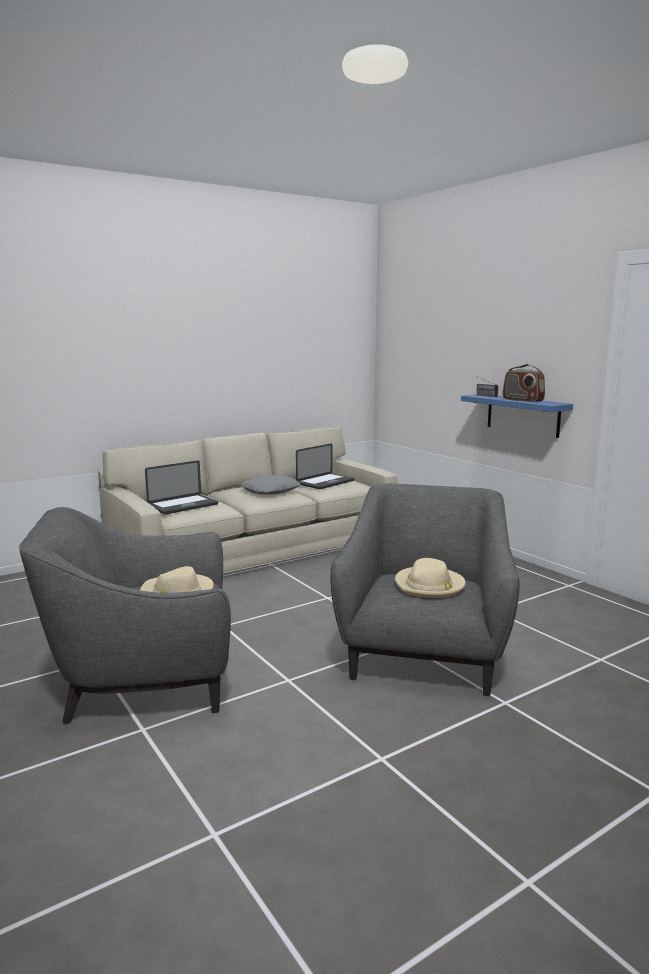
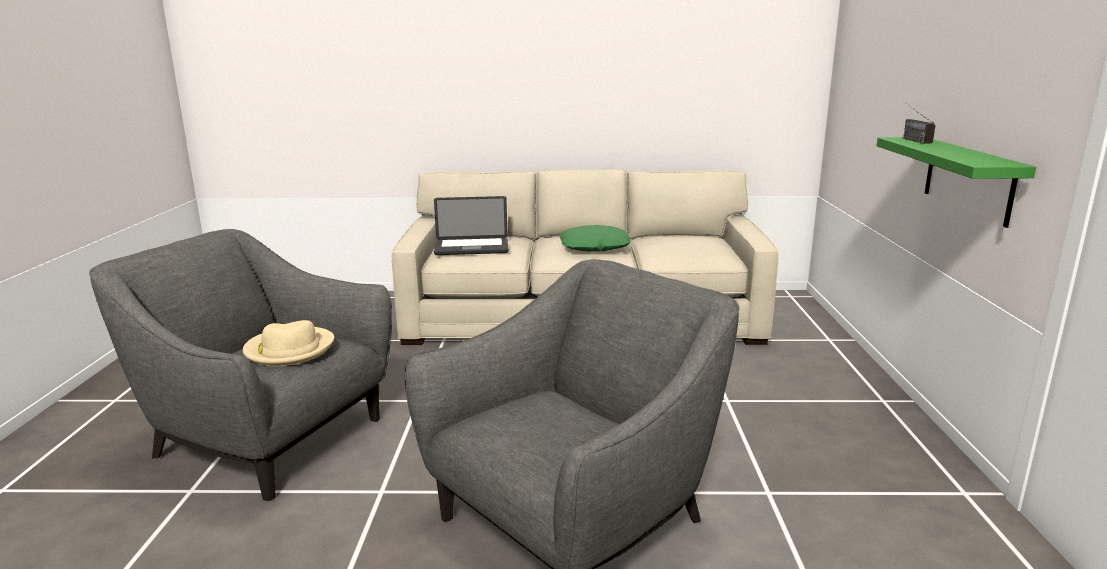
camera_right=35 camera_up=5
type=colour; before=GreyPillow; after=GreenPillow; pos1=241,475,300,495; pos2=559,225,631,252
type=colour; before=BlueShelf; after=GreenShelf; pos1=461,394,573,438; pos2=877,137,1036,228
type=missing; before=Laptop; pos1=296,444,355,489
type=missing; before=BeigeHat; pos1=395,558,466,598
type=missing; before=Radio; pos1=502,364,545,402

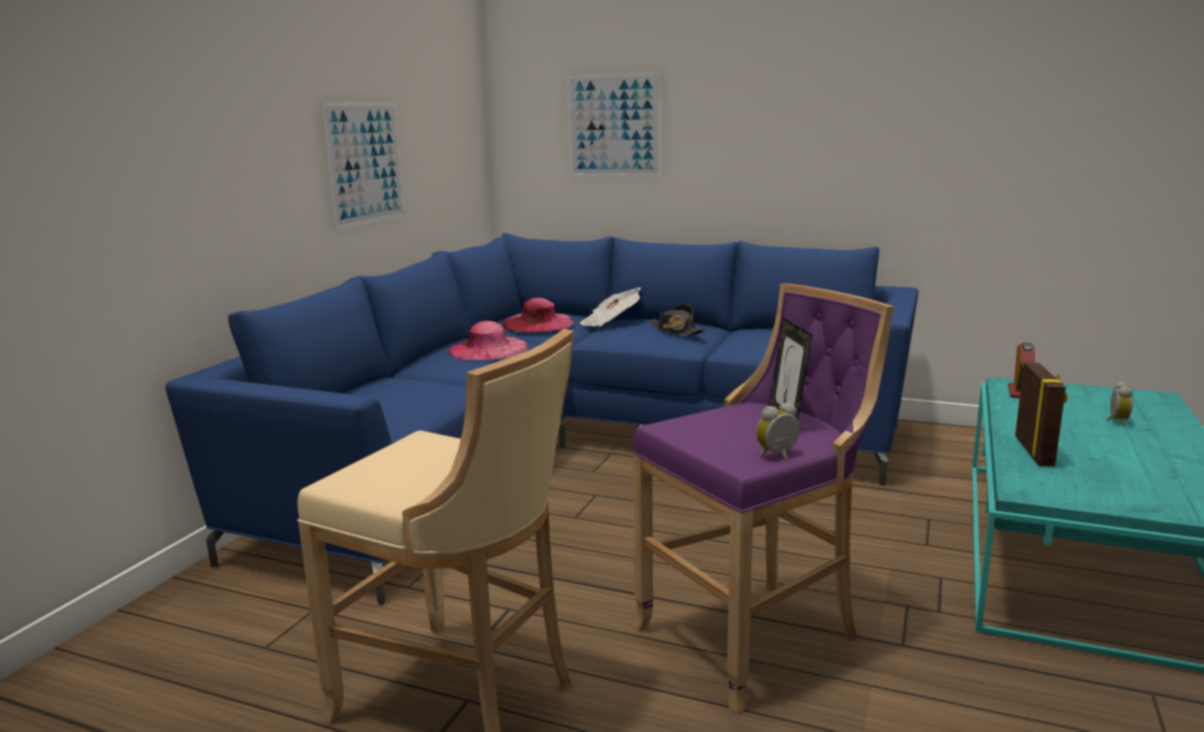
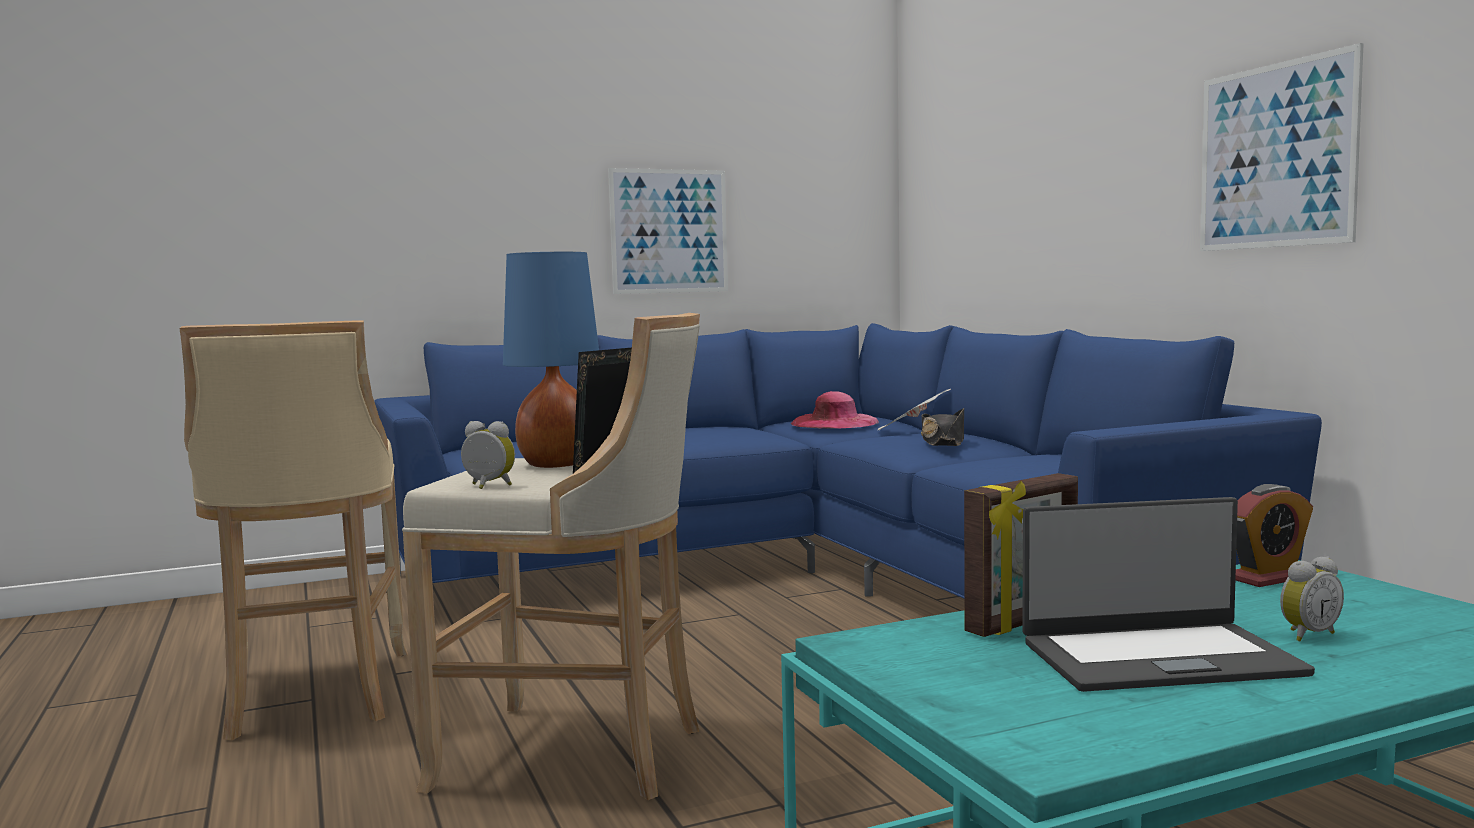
camera_right=45 camera_up=-10
type=colour; before=PurpleStool; after=BeigeStool; pos1=633,283,894,714; pos2=402,313,700,800
type=appeared; after=BlueTableLamp; pos2=503,252,599,468
type=appeared; after=Laptop; pos2=1022,497,1315,692
type=relocated; before=Picture; pos1=567,72,662,177; pos2=1200,43,1364,251
type=missing; before=PinkHat; pos1=449,321,529,361

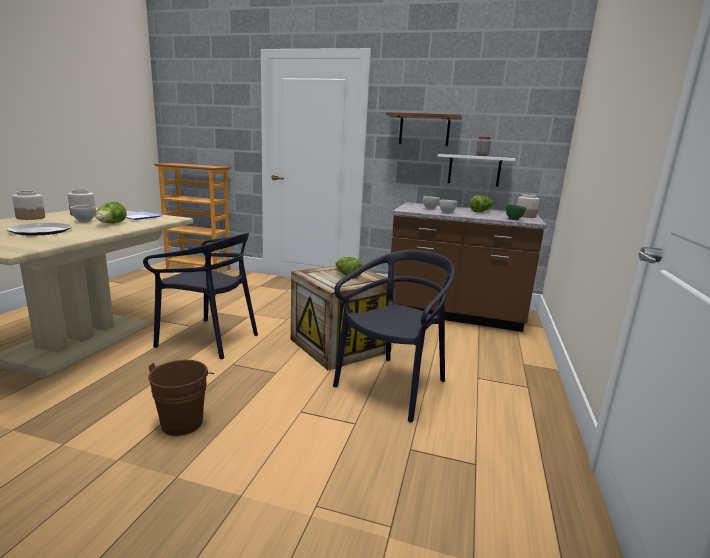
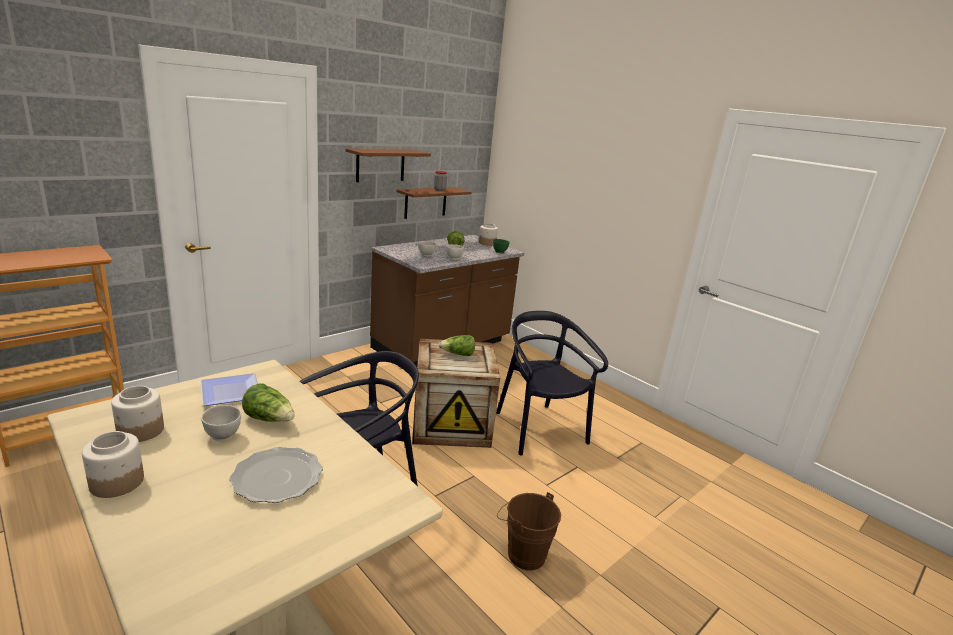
camera_right=-60 camera_up=5
type=colour; before=WhiteShelf; after=BrownShelf; pos1=438,154,516,187; pos2=397,187,471,219

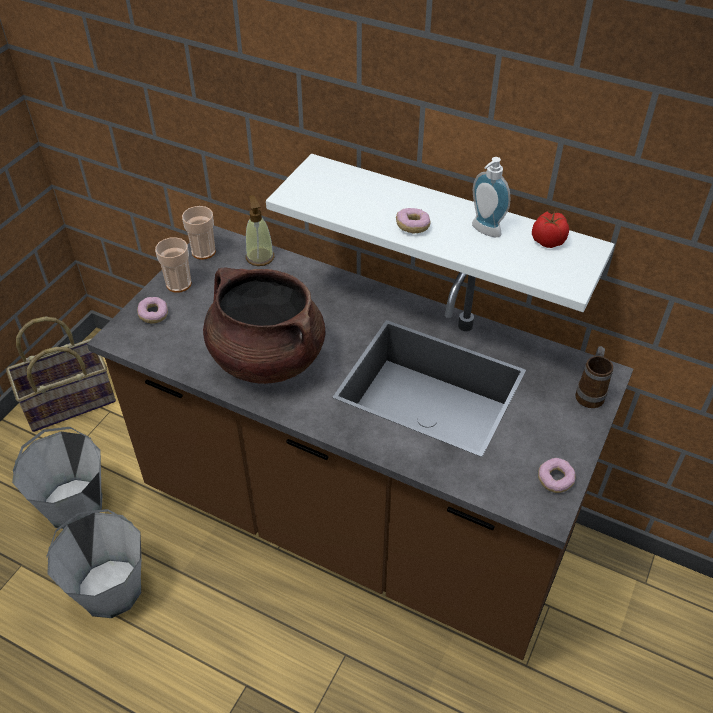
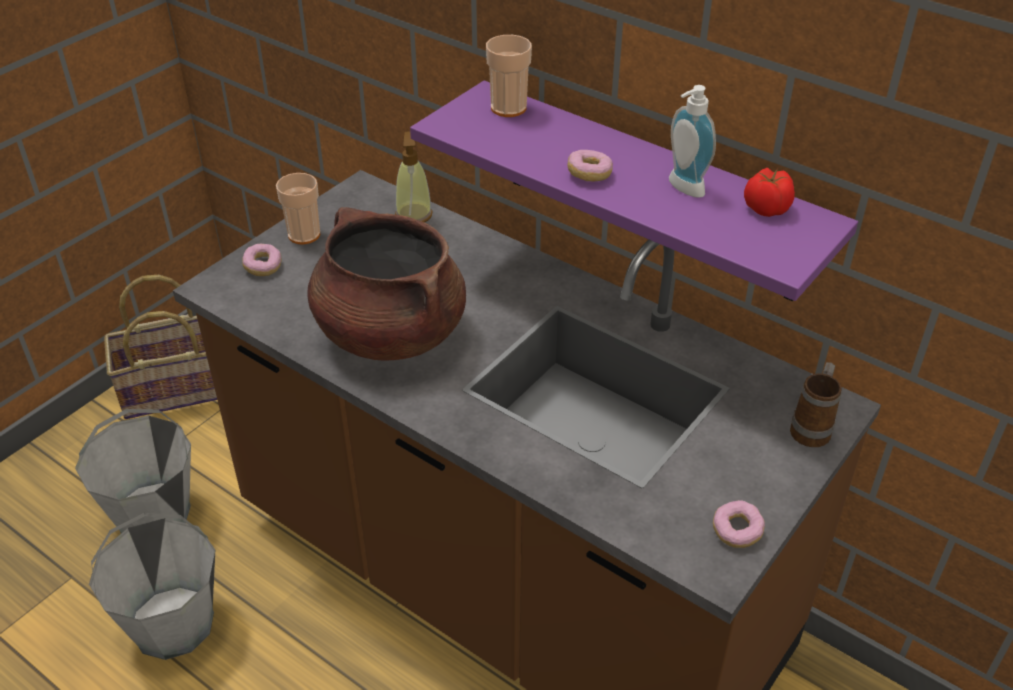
camera_right=10 camera_up=-5
type=colour; before=WhiteShelf; after=PurpleShelf; pos1=266,154,614,312; pos2=410,80,858,301
type=relocated; before=Cup; pos1=182,206,216,260; pos2=486,35,532,117

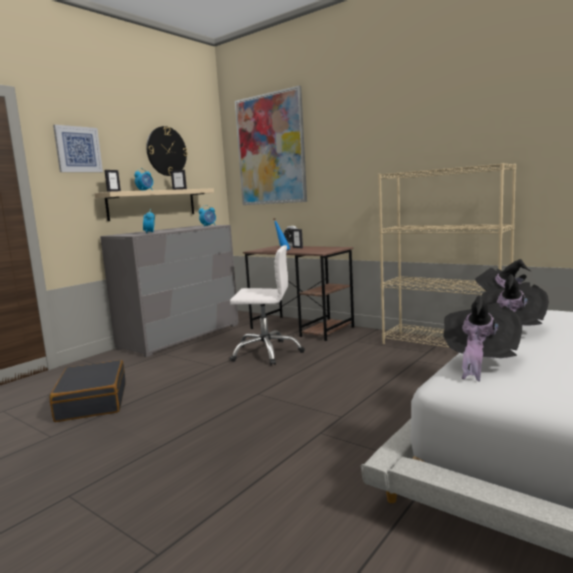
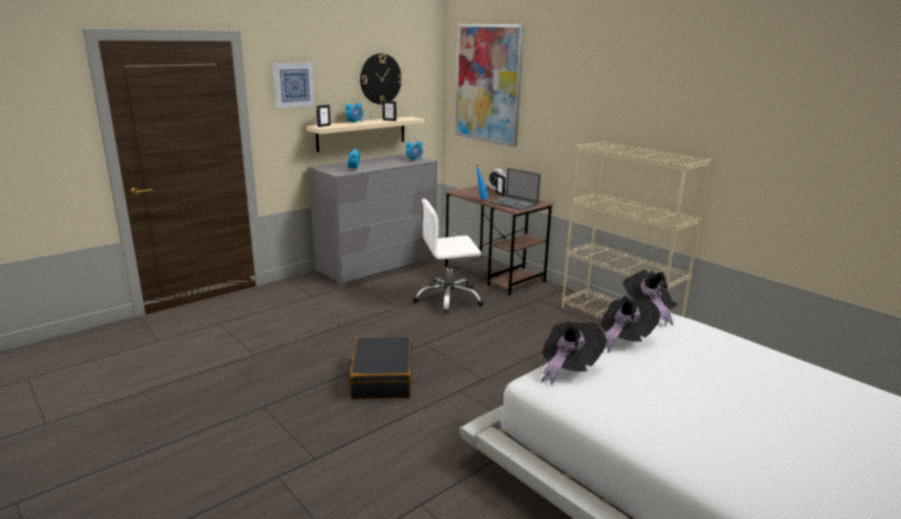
camera_right=10 camera_up=10
type=relocated; before=BlackSuitcase; pos1=50,360,126,422; pos2=349,337,412,399
type=spun; before=WhiteOfficeChair; pos1=230,245,305,365; pos2=413,199,484,315; turn=150
type=appeared; after=Laptop; pos2=489,168,541,210

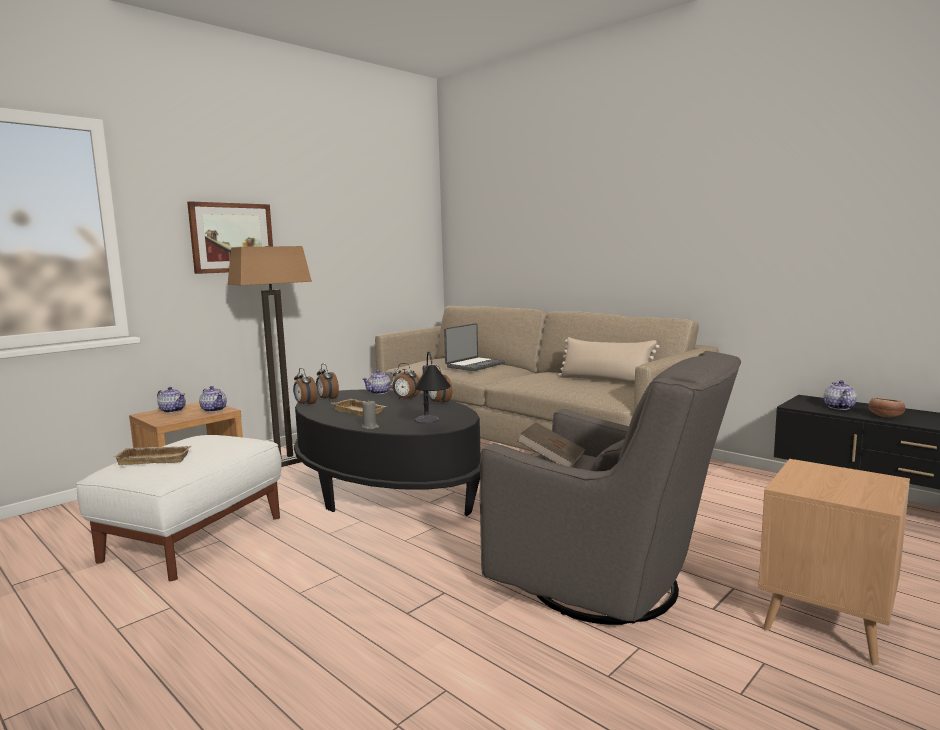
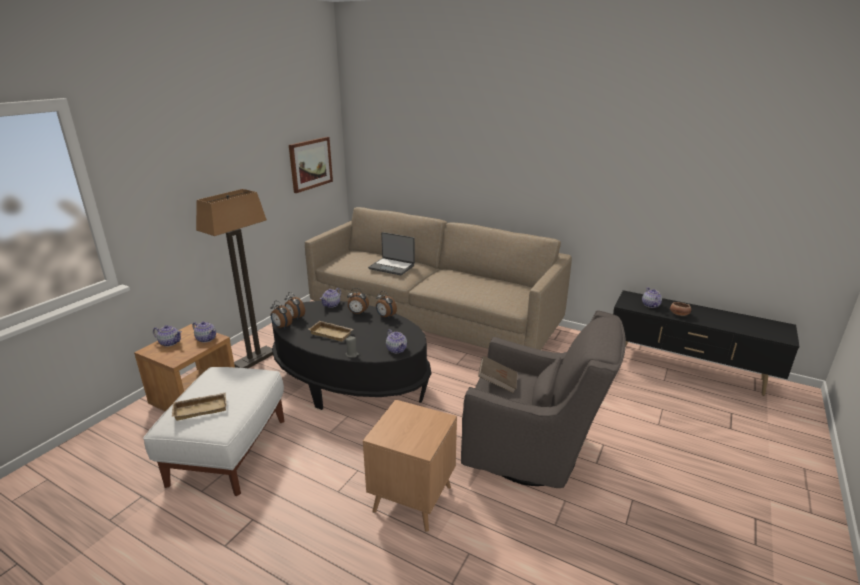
camera_right=-15 camera_up=15
type=relocated; before=Picture; pos1=187,201,273,274; pos2=289,137,333,193
type=relocated; before=BrownSideTable; pos1=758,459,910,667; pos2=363,399,457,532
type=spun; before=Laptop; pos1=444,323,505,371; pos2=368,232,415,275; turn=90
type=exchanged; before=TableLamp; after=Teapot; pos1=415,351,451,424; pos2=386,329,407,353
type=missing; before=BeigePillow; pos1=558,337,660,384

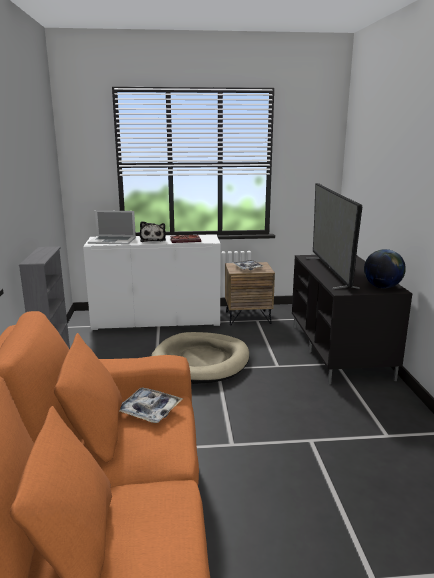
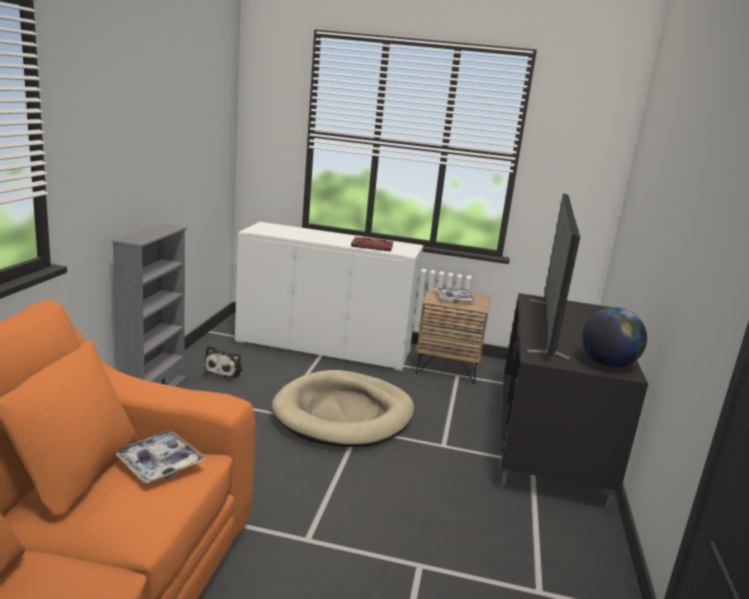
camera_right=15 camera_up=0
type=relocated; before=PlushToy; pos1=140,221,166,242; pos2=204,345,243,380
type=missing; before=Laptop; pos1=88,210,136,245

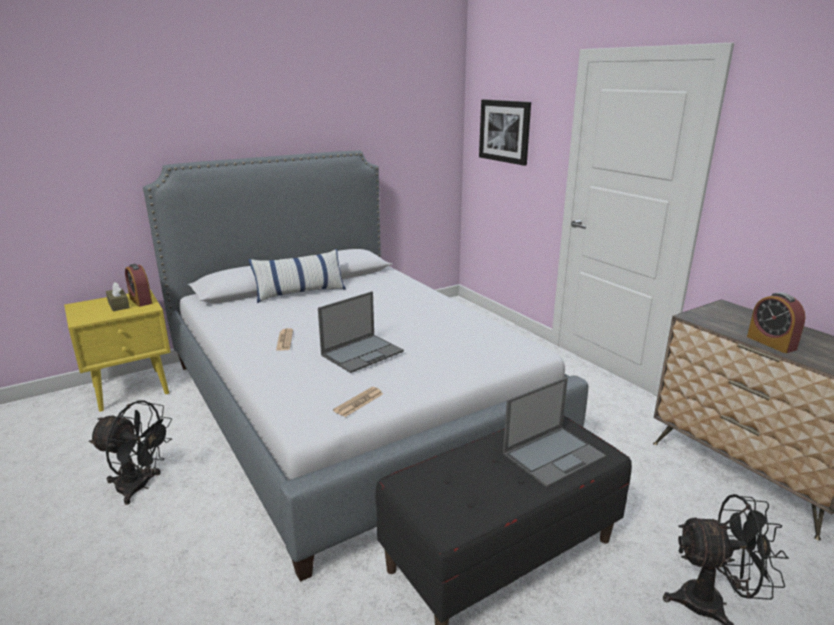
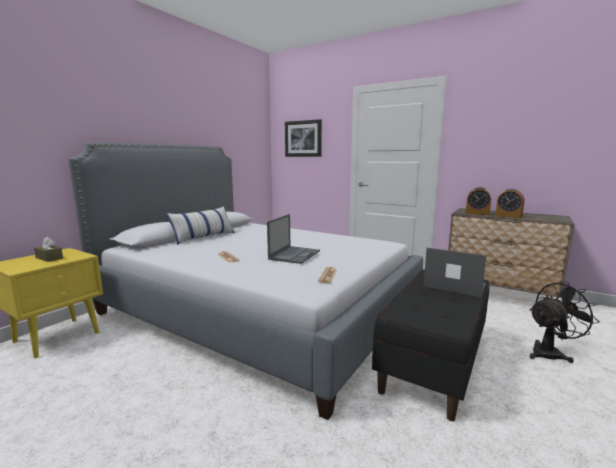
camera_right=-25 camera_up=-10
type=spun; before=Laptop; pos1=503,377,606,488; pos2=423,248,487,298; turn=-90
type=relocated; before=AlarmClock; pos1=125,264,153,307; pos2=466,187,491,215
type=missing; before=BlackFan; pos1=89,400,172,505

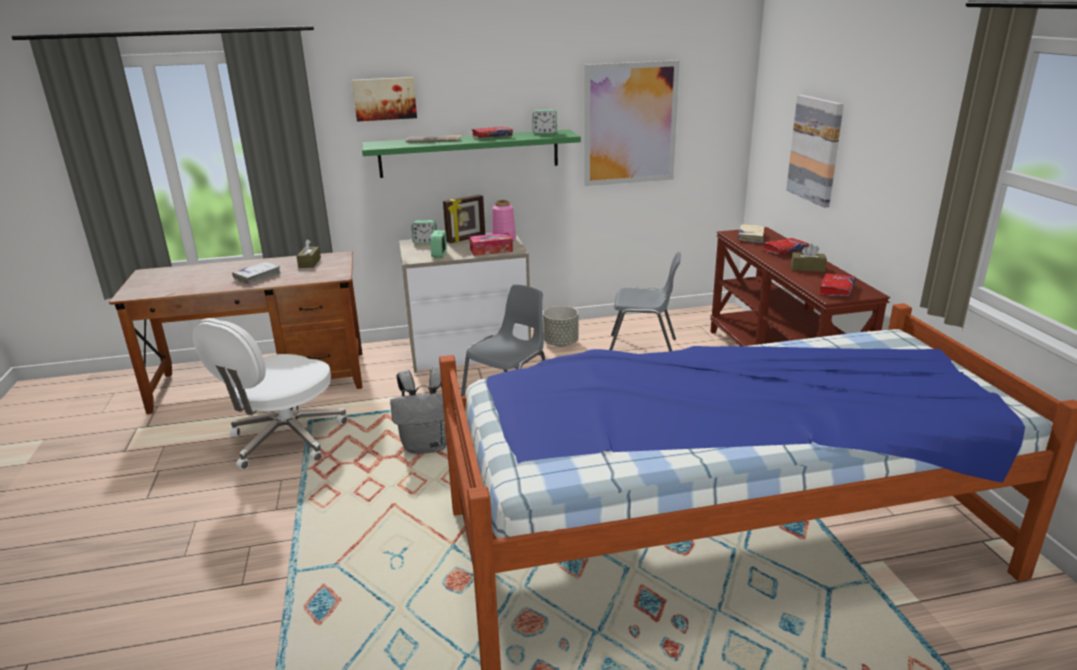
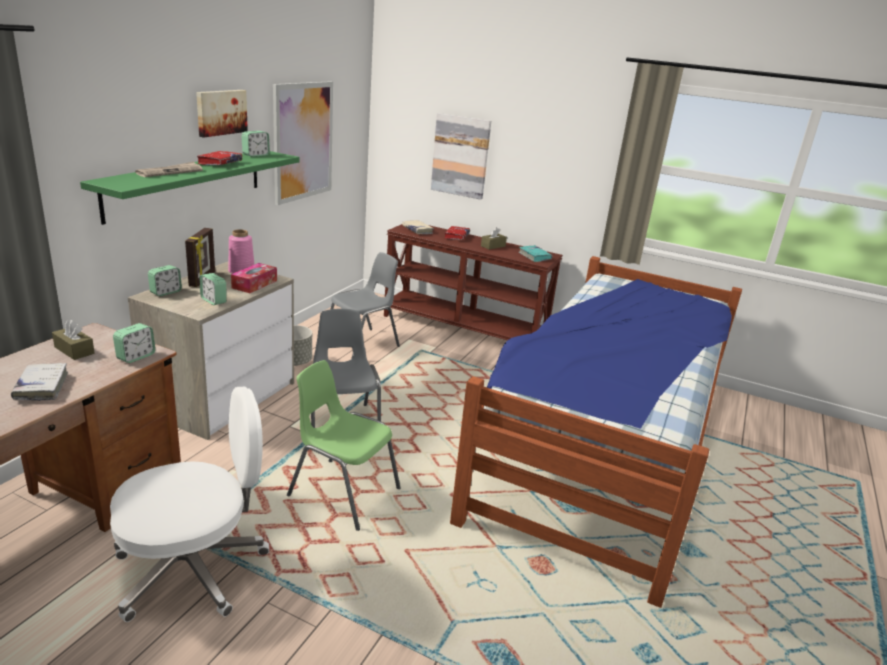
camera_right=-55 camera_up=0
type=spun; before=WhiteOfficeChair; pos1=192,318,348,470; pos2=110,387,269,622; turn=-90
type=appeared; after=AlarmClock; pos2=113,323,155,363
type=relocated; before=Picture; pos1=352,77,417,122; pos2=196,90,248,137
type=exchanged; before=GreyBackpack; after=GreenChair; pos1=390,367,447,454; pos2=287,360,401,531
type=colour; before=RedBook; after=TurquoiseBook; pos1=819,274,856,296; pos2=519,245,552,262

